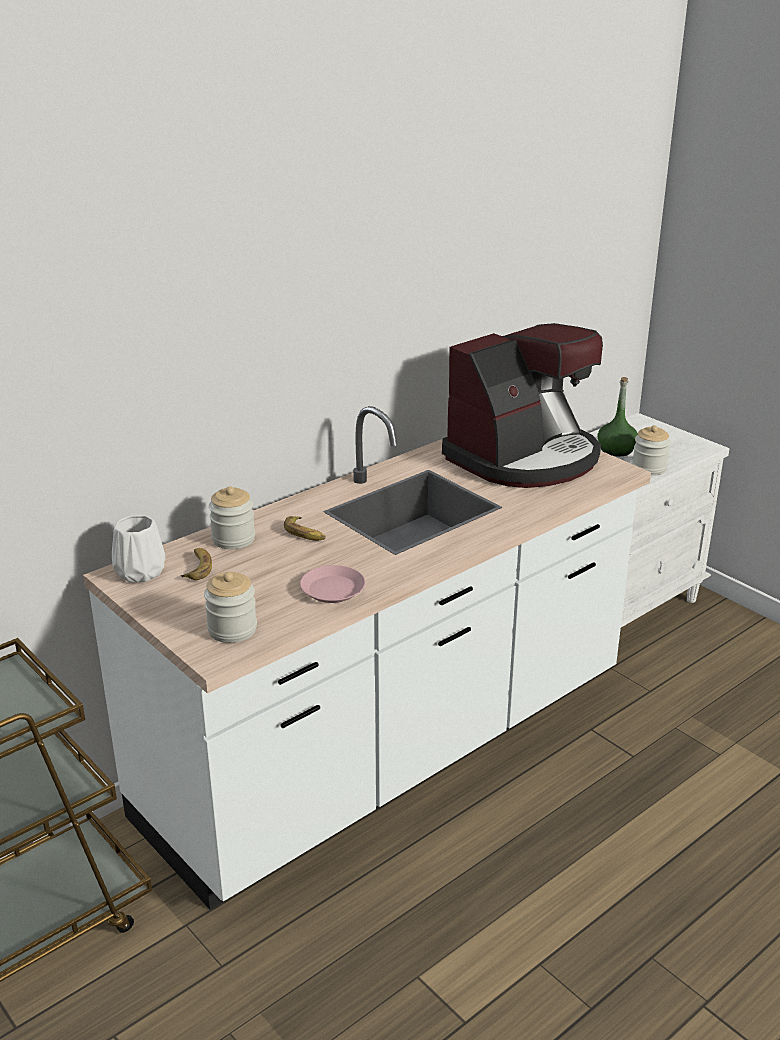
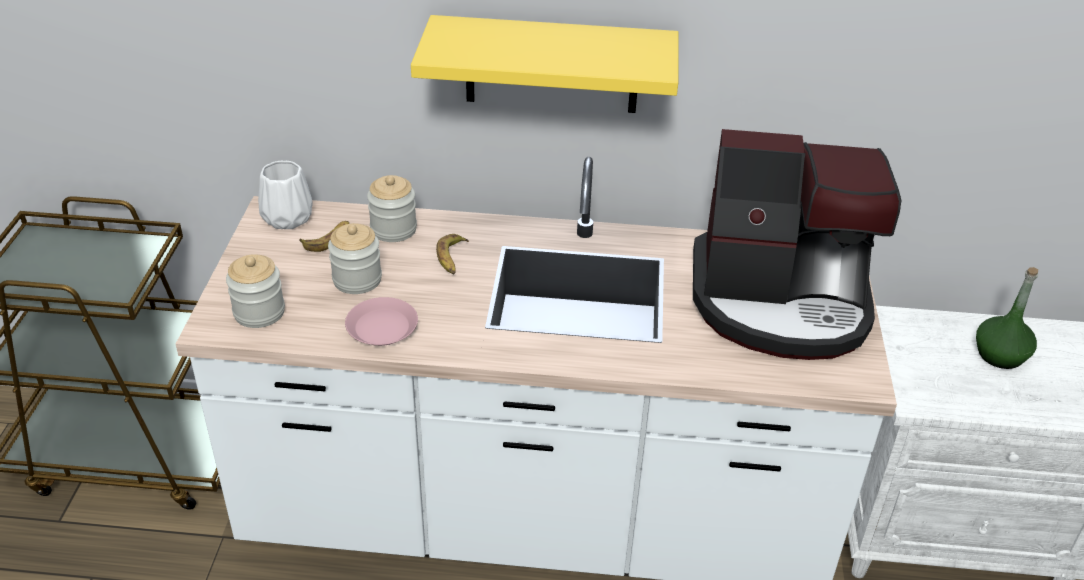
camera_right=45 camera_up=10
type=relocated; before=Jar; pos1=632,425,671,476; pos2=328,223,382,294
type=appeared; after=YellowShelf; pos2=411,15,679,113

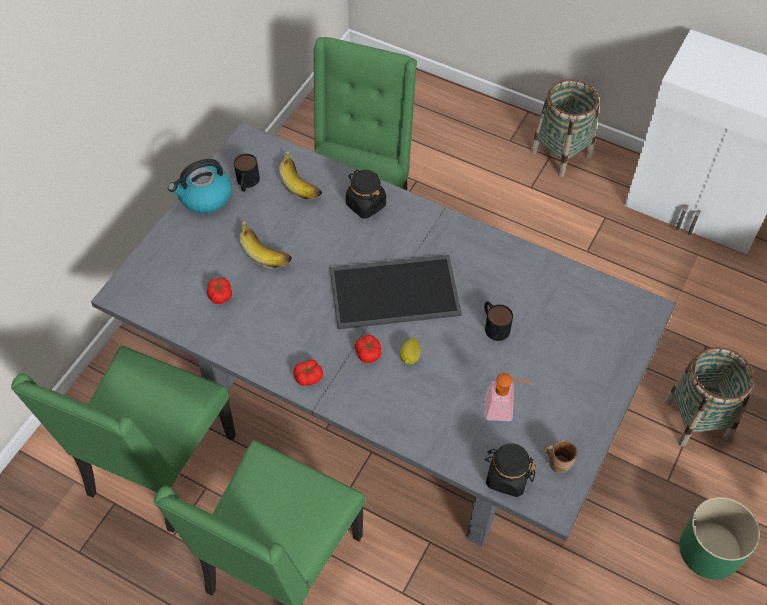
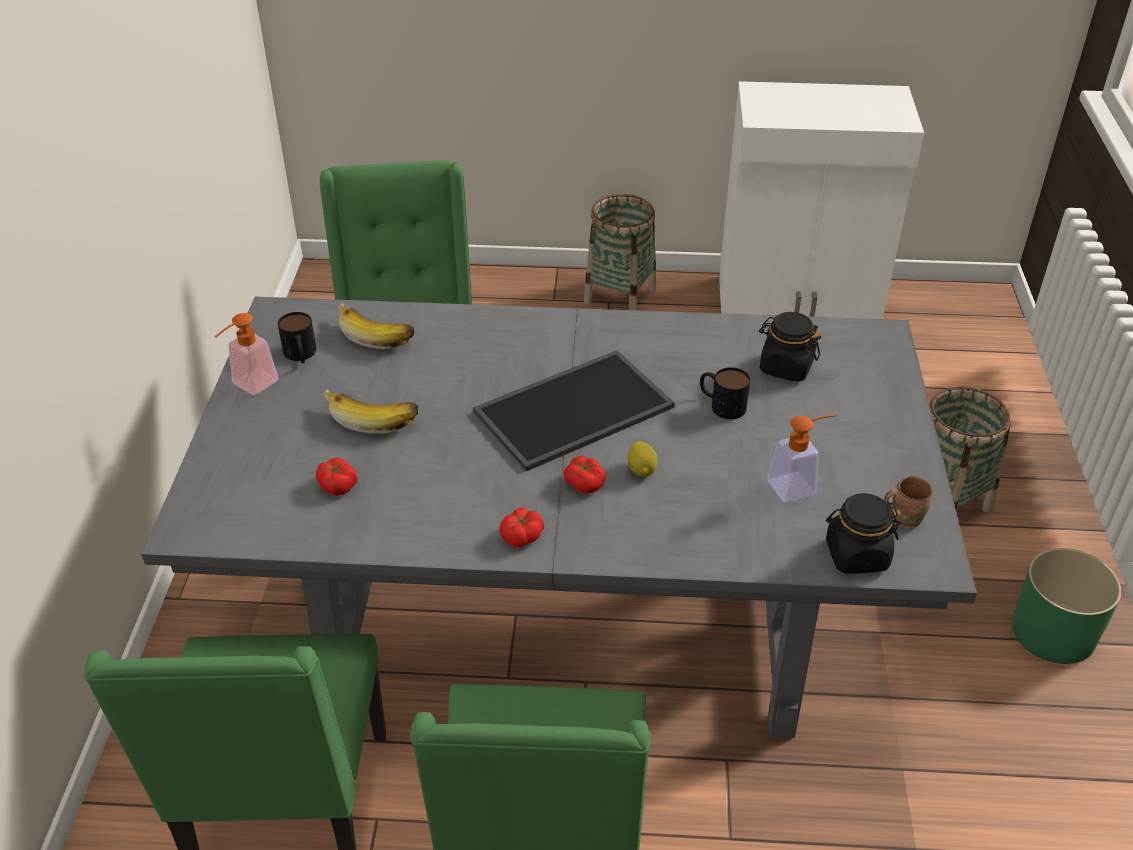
camera_right=-25 camera_up=-15
type=exchanged; before=Kettle; after=SoapDispenser; pos1=168,159,232,213; pos2=215,313,279,395
type=relocated; before=BlackJar; pos1=346,170,386,219; pos2=759,312,821,382

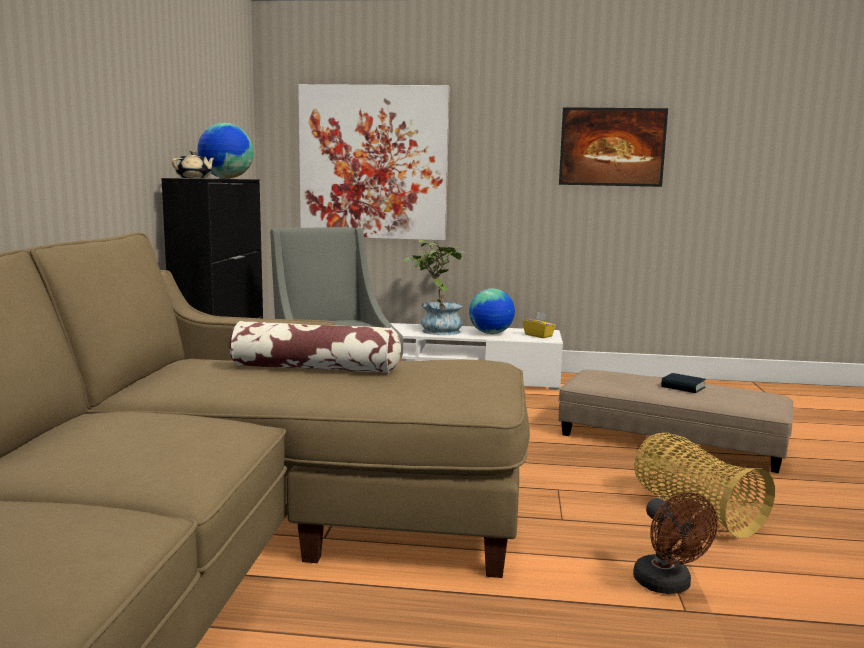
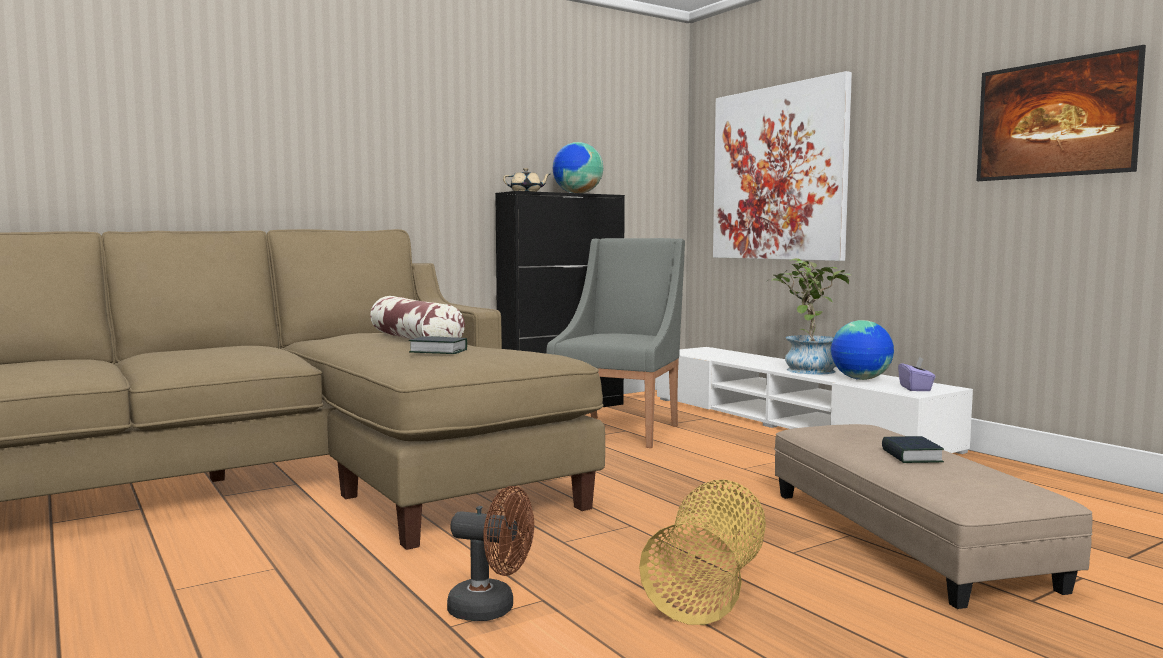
camera_right=50 camera_up=-5
type=appeared; after=Book; pos2=409,336,467,354
type=spun; before=BrownFan; pos1=633,492,718,594; pos2=447,486,534,621; turn=-105
type=colour; before=YellowTissueBox; after=PurpleTissueBox; pos1=523,312,556,338; pos2=898,357,936,391

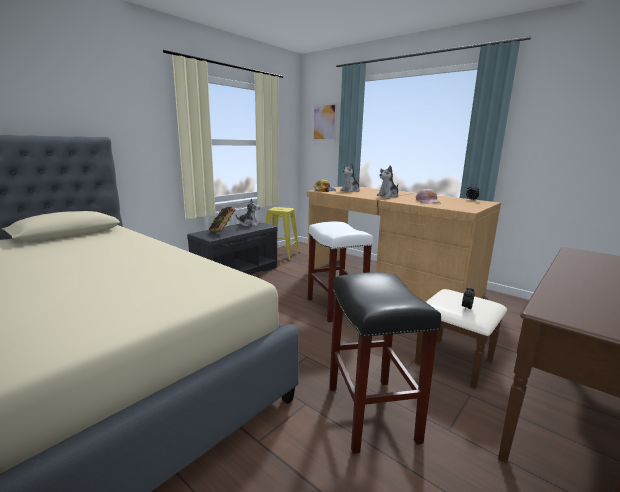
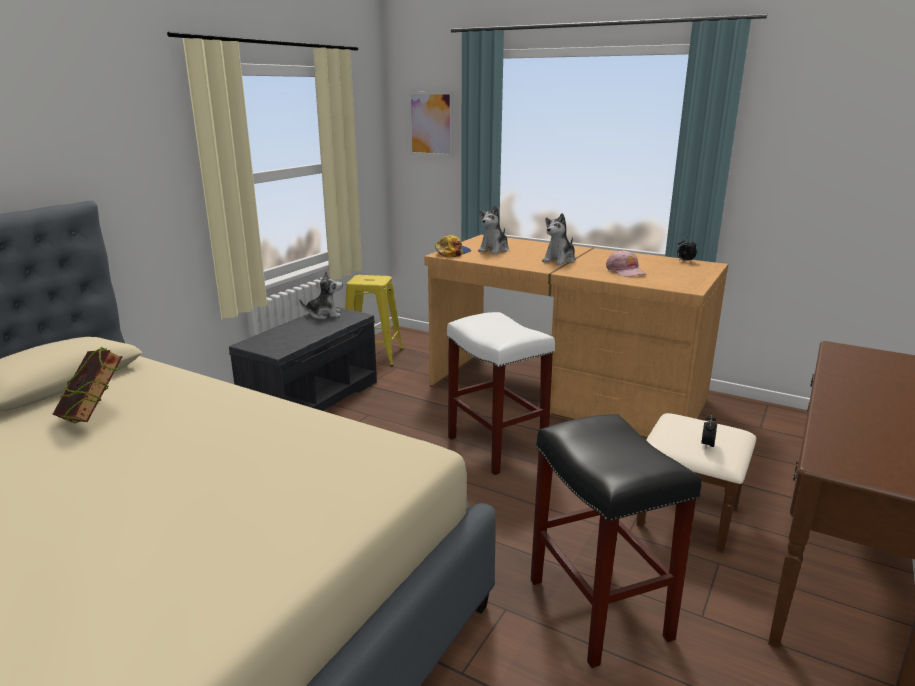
camera_right=-10 camera_up=5
type=relocated; before=Book; pos1=209,207,235,232; pos2=53,347,123,424

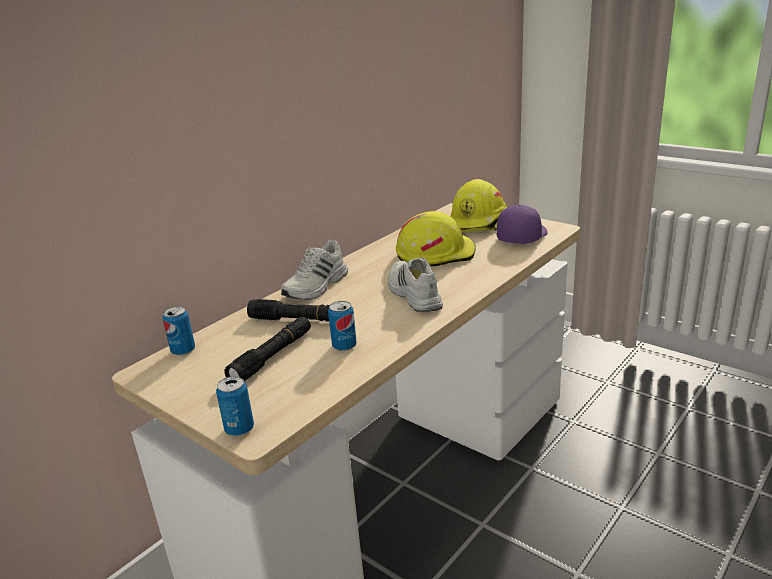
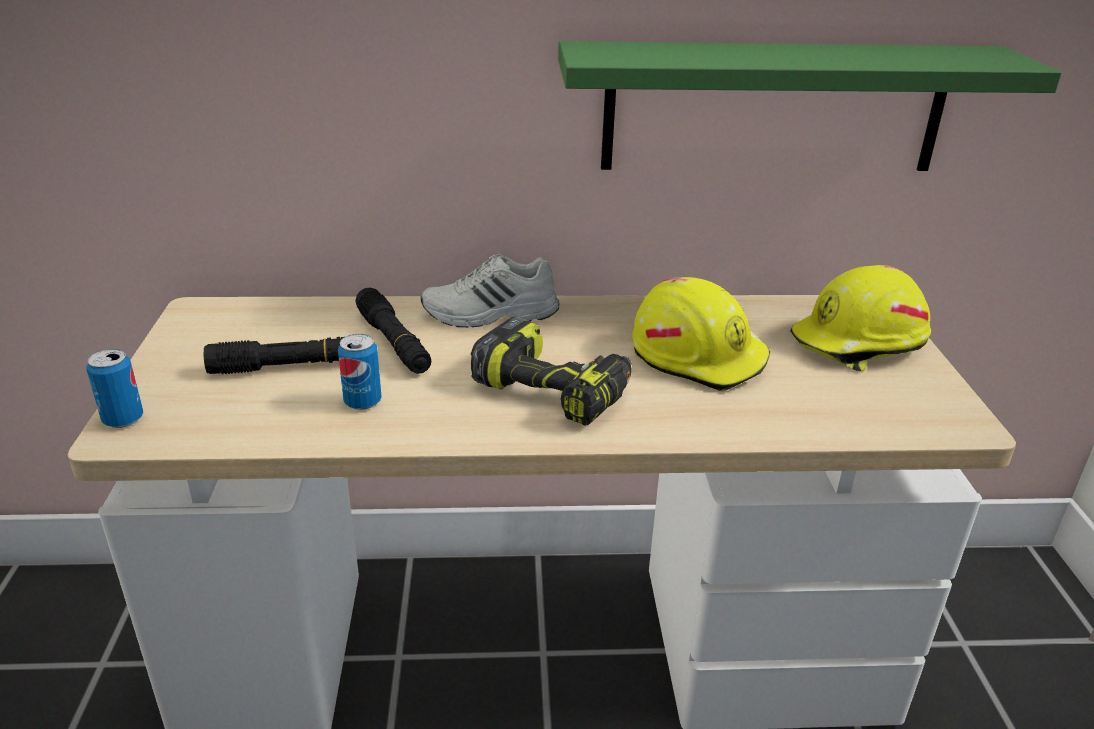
camera_right=45 camera_up=5
type=exchanged; before=WhiteShoe; after=PowerDrill; pos1=388,257,443,312; pos2=471,316,632,426
type=appeared; after=GreenShelf; pos2=558,41,1062,171
type=missing; before=Can; pos1=163,306,195,356
type=missing; before=PurpleCap; pos1=497,205,548,244

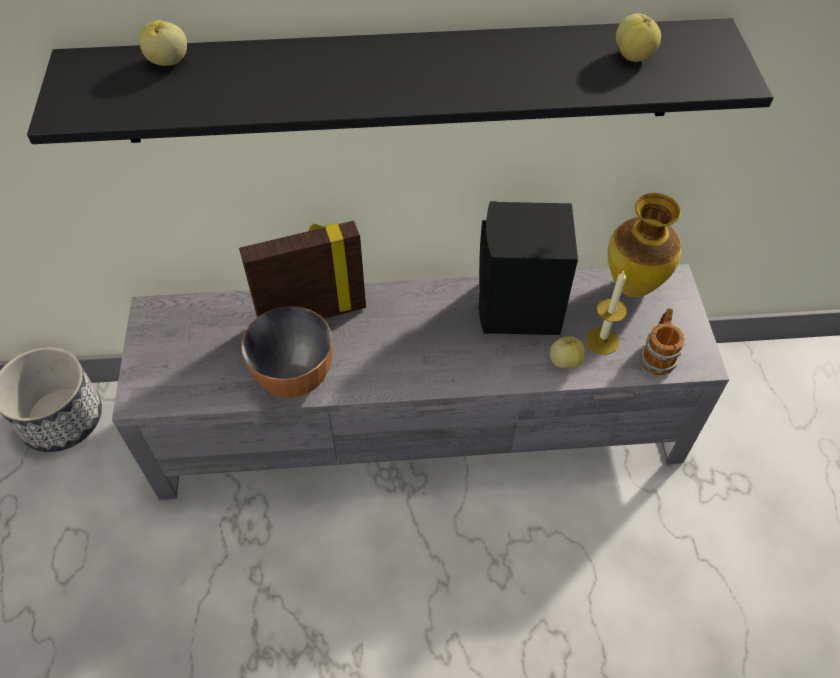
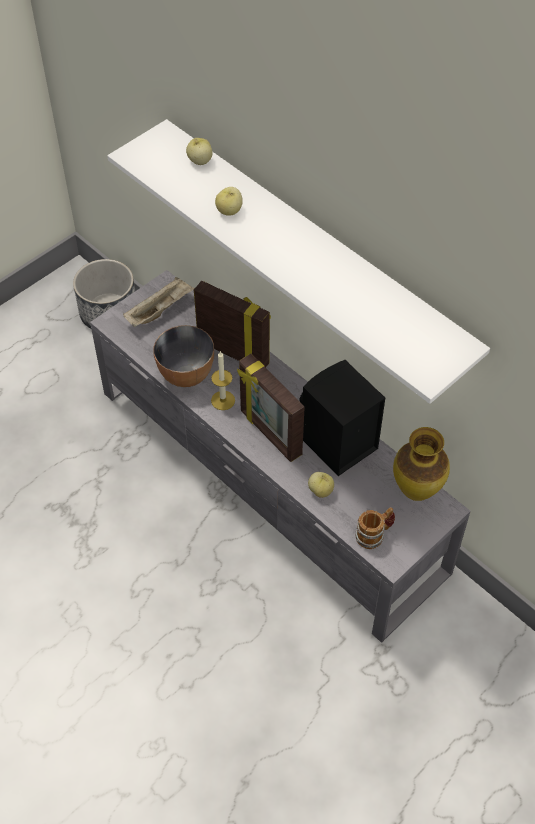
camera_right=50 camera_up=0
type=colour; before=BlackShelf; after=WhiteShelf; pos1=27,18,773,144; pos2=107,119,490,404
type=appeared; after=BeigeTray; pos2=123,277,195,327
type=relocated; before=Candle; pos1=586,271,627,355; pos2=211,351,235,410
type=relocated; before=Apple; pos1=616,14,661,62; pos2=215,187,243,216
type=appeared; after=PictureFrame; pos2=237,354,305,462

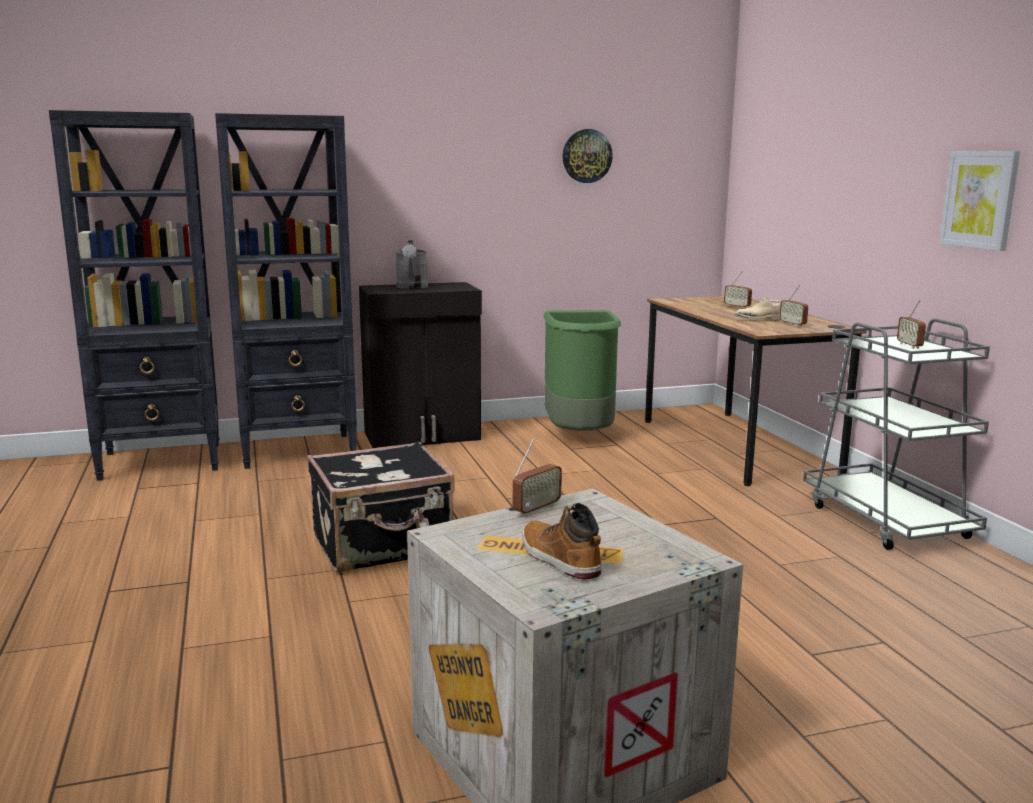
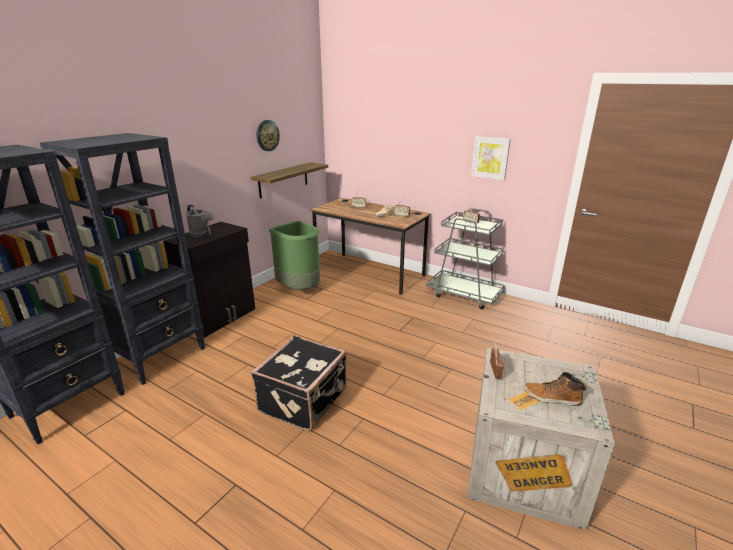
camera_right=-40 camera_up=10
type=appeared; after=Shelf; pos2=251,162,328,199

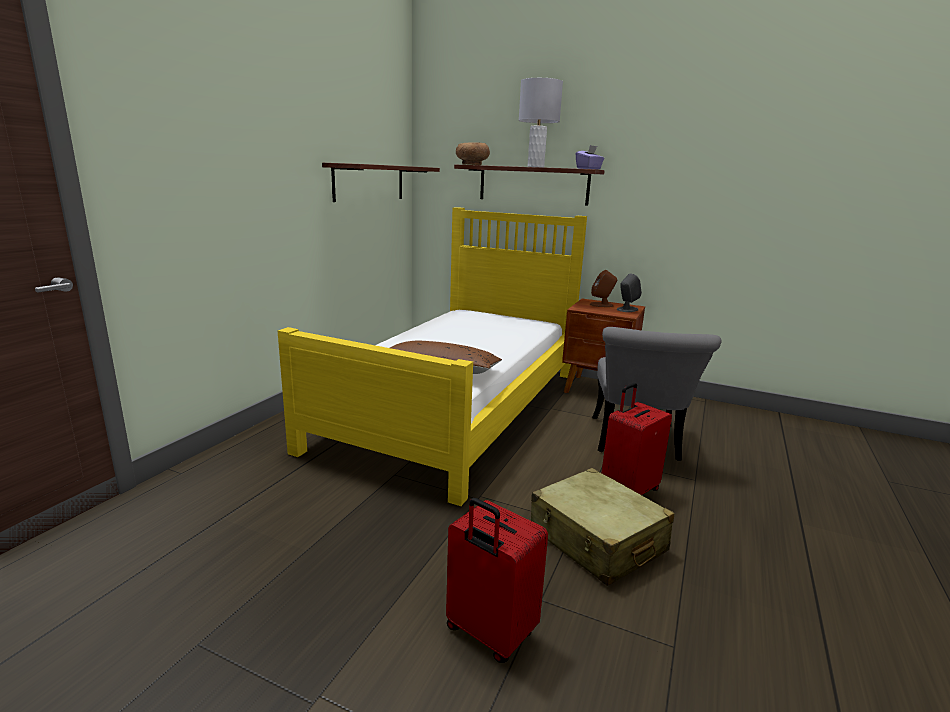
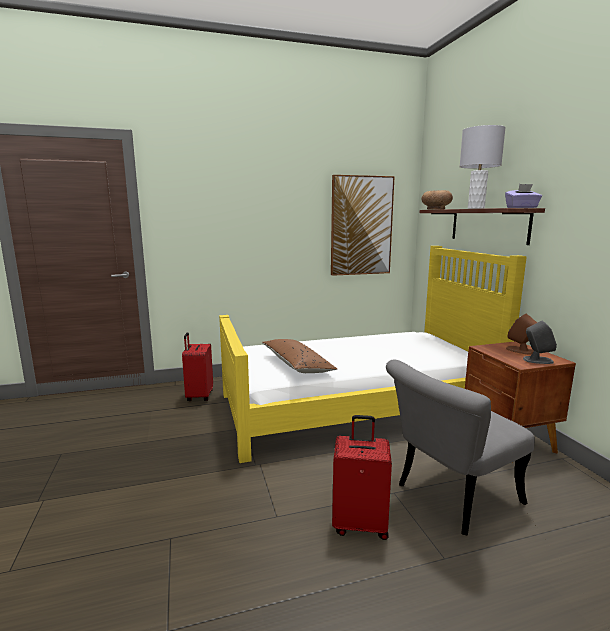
camera_right=50 camera_up=-5
type=relocated; before=RedSuitcase; pos1=446,498,548,663; pos2=182,332,213,401
type=exchanged; before=Shelf; after=Picture; pos1=322,163,440,202; pos2=331,175,395,276
type=missing; before=BeigeSuitcase; pos1=530,468,674,586

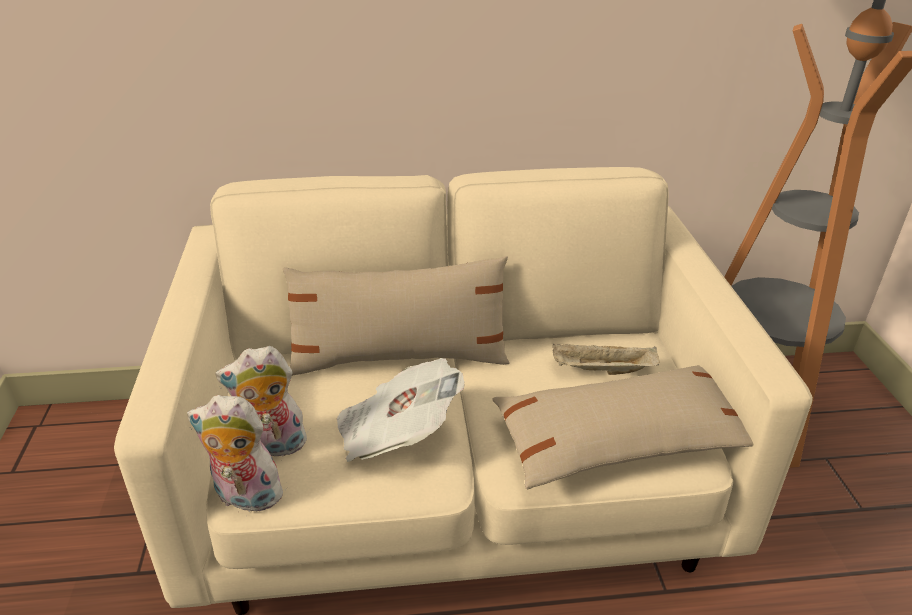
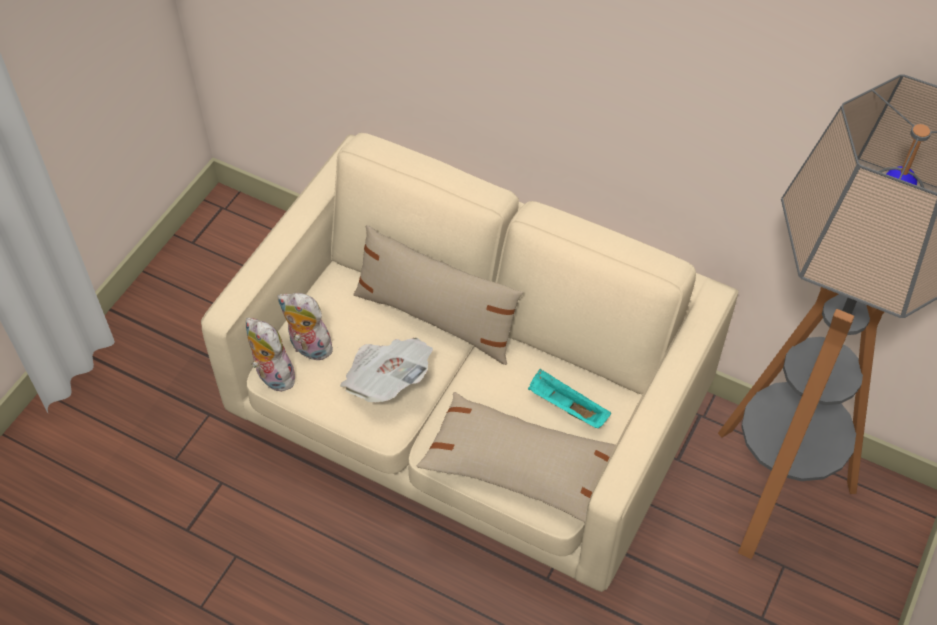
camera_right=35 camera_up=20
type=colour; before=BeigeTray; after=TurquoiseTray; pos1=552,343,660,375; pos2=528,369,611,428

